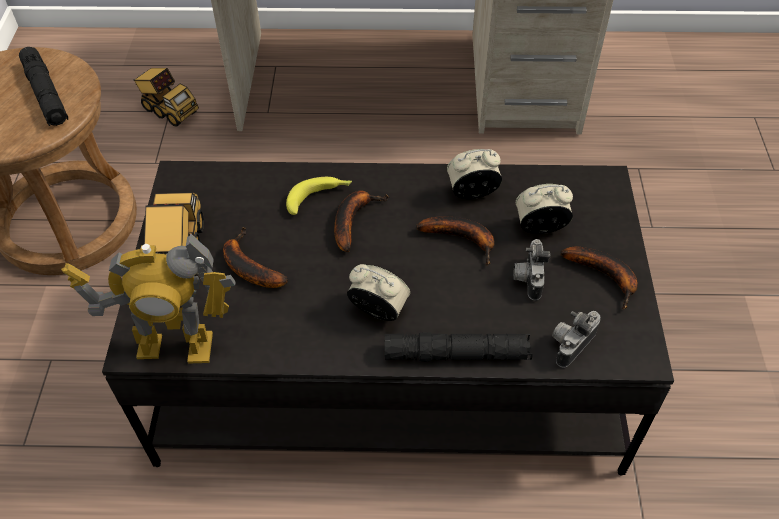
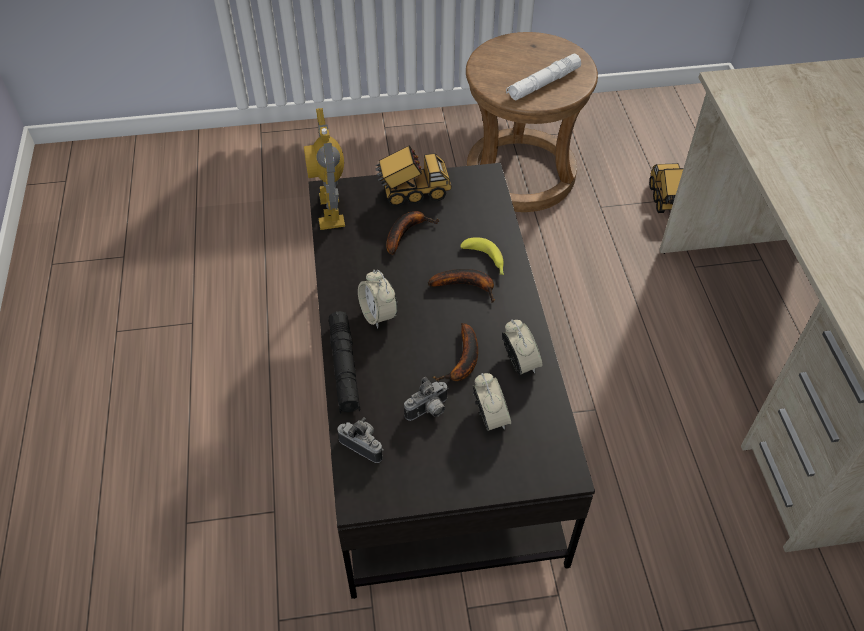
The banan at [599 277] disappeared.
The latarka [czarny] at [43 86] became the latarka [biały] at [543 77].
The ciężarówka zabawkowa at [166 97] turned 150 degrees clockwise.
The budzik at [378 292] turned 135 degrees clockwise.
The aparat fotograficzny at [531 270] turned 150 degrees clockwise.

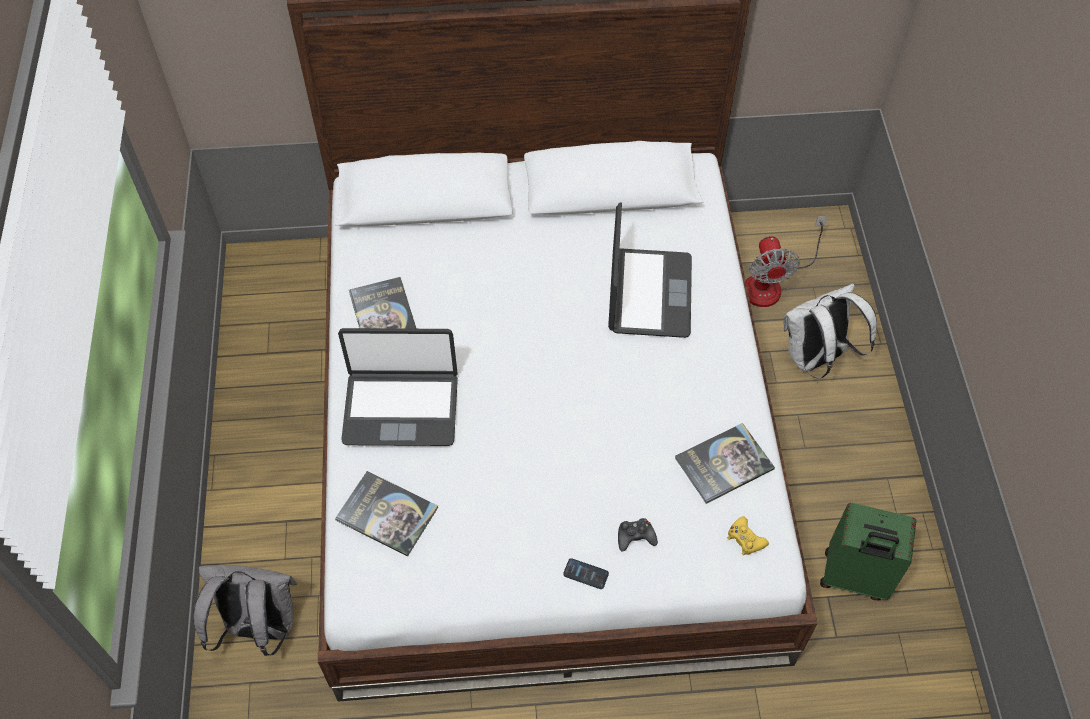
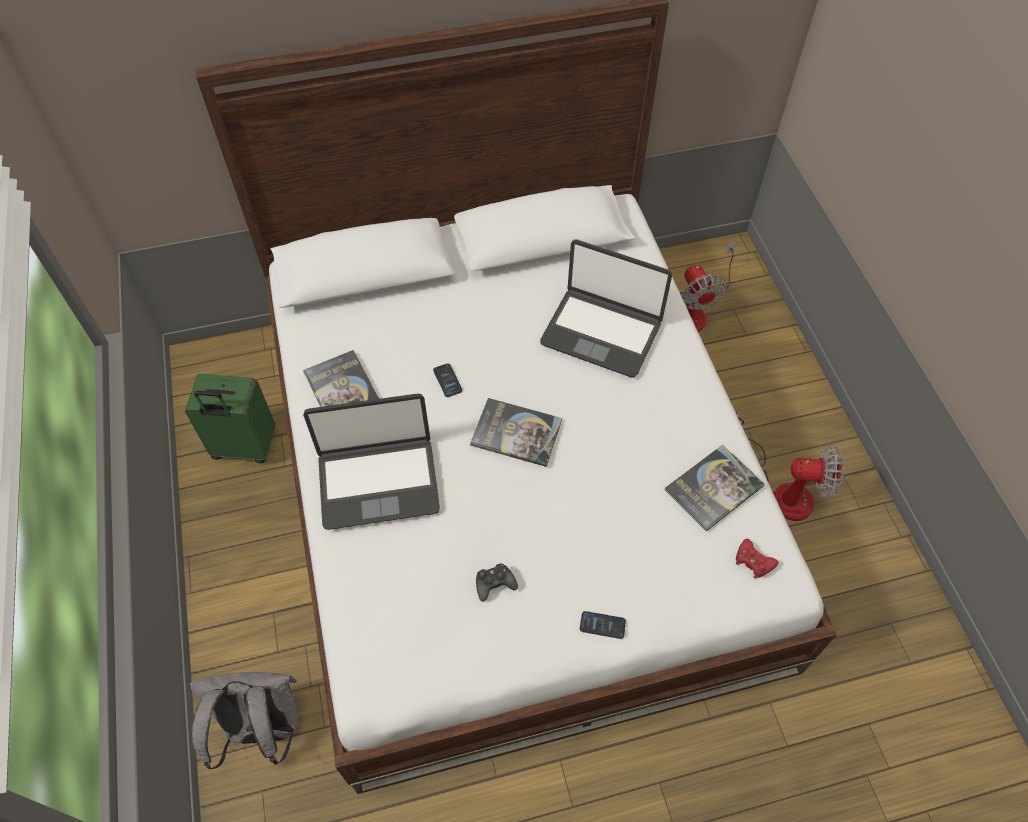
The plecak [biały] at [830 331] disappeared.
The telefon at [447 380] appeared.
The wentylator at [789 465] appeared.
The książka moved from [386 514] to [516 432].
The pad do gier [czarny] moved from [638 534] to [497 582].
The walizka [zielony] moved from [868 551] to [230 418].
The pad do gier [żółty] at [748 535] became the pad do gier [czerwony] at [757 559].
The laptop at [650 270] turned 120 degrees clockwise.

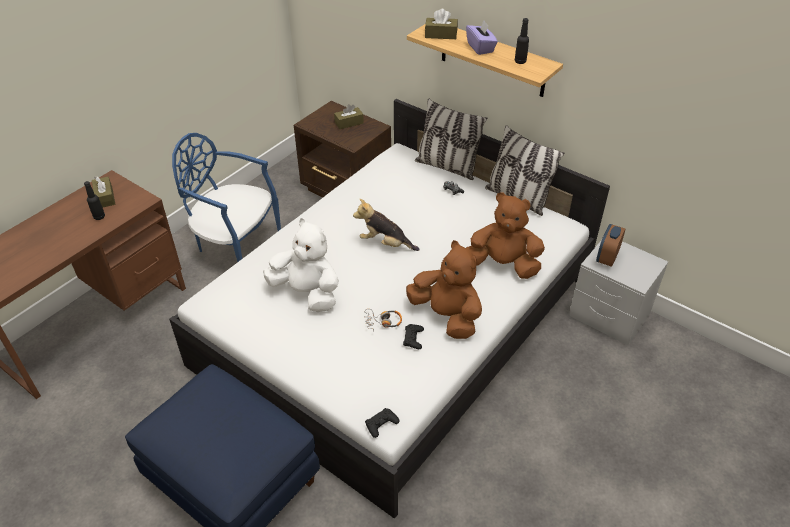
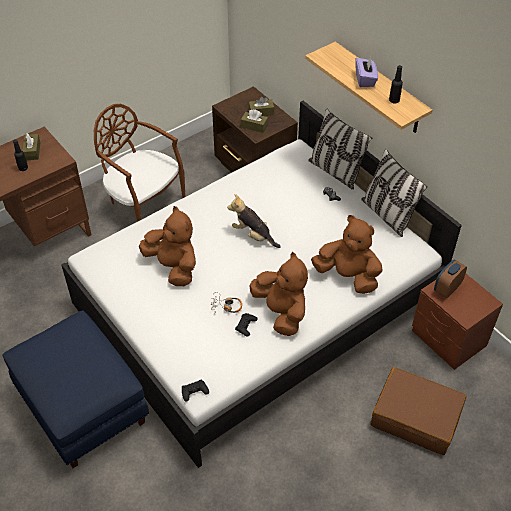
The walizka [brązowy] at [418 411] appeared.
The pudełko chusteczek [brązowy] moved from [441 24] to [254 121].
The krzesło [niebieski] at [226 197] became the krzesło [brązowy] at [139 163].
The pluszak [biały] at [300 265] became the pluszak [brązowy] at [167 246].
The szafka nocna [szary] at [619 292] became the szafka nocna [brązowy] at [457 322].

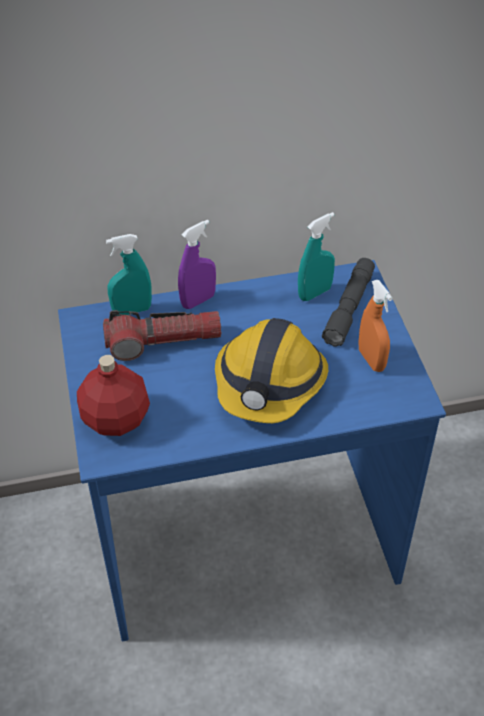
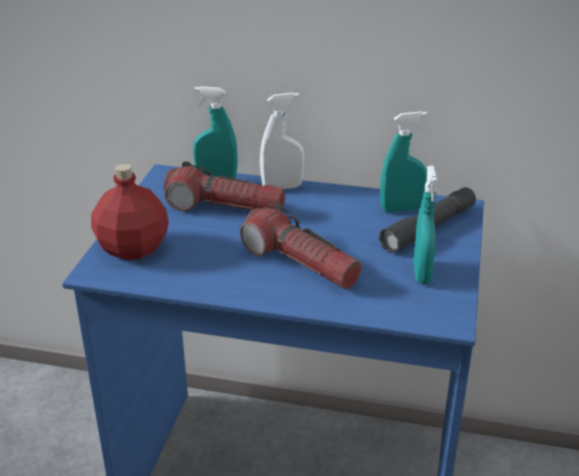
The kask at [271 370] was replaced by the latarka at [301 246].
The spryskiwacz [fioletowy] at [197 264] became the spryskiwacz [biały] at [282 141].
The spryskiwacz [pomarańczowy] at [375 326] became the spryskiwacz [turkusowy] at [425 225].

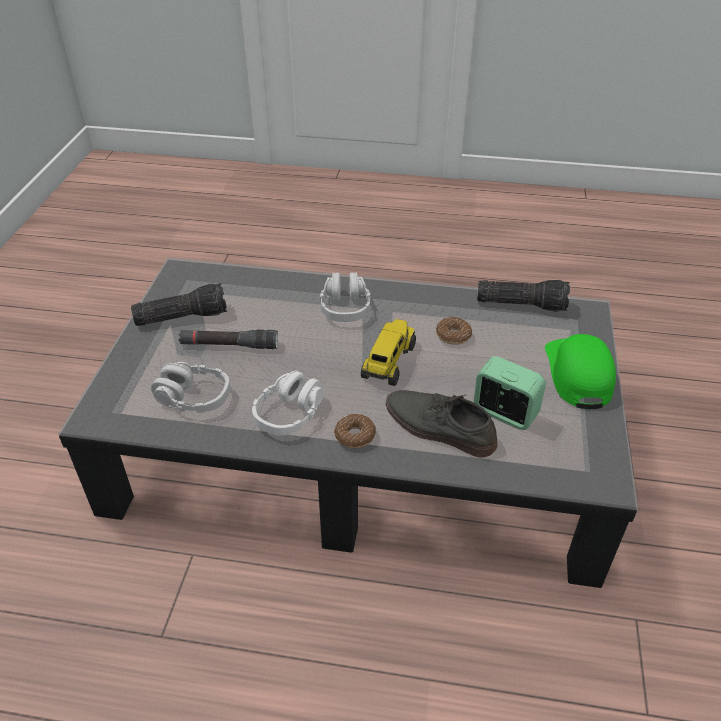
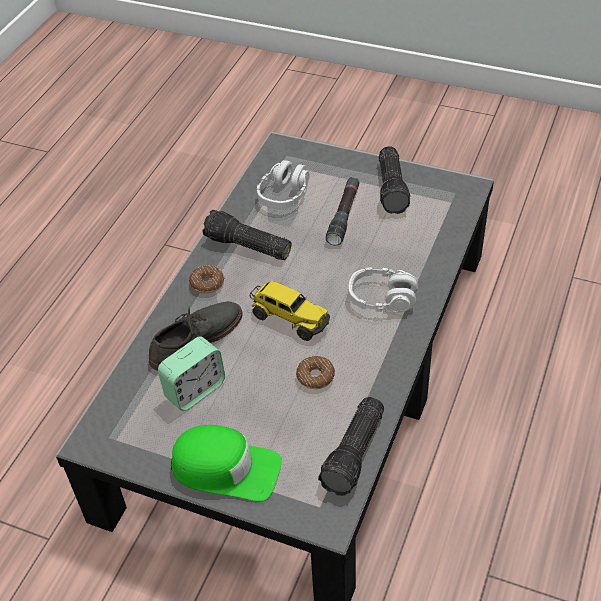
The słuchawki [biały] at [288 403] was replaced by the latarka at [247 235].

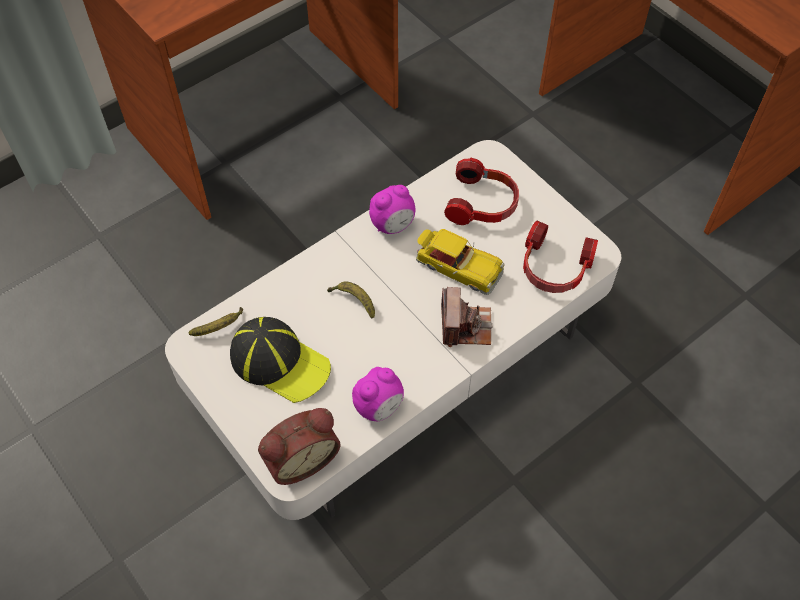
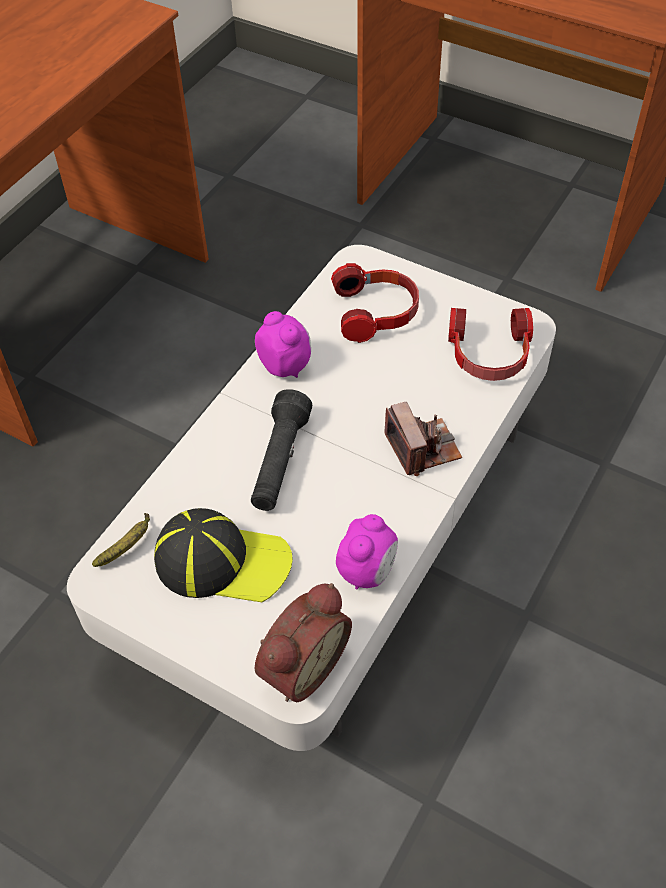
The samochodzik at [460 262] disappeared.
The banan at [351 300] was replaced by the latarka [czarny] at [281 450].
The budzik at [392 209] turned 75 degrees counterclockwise.

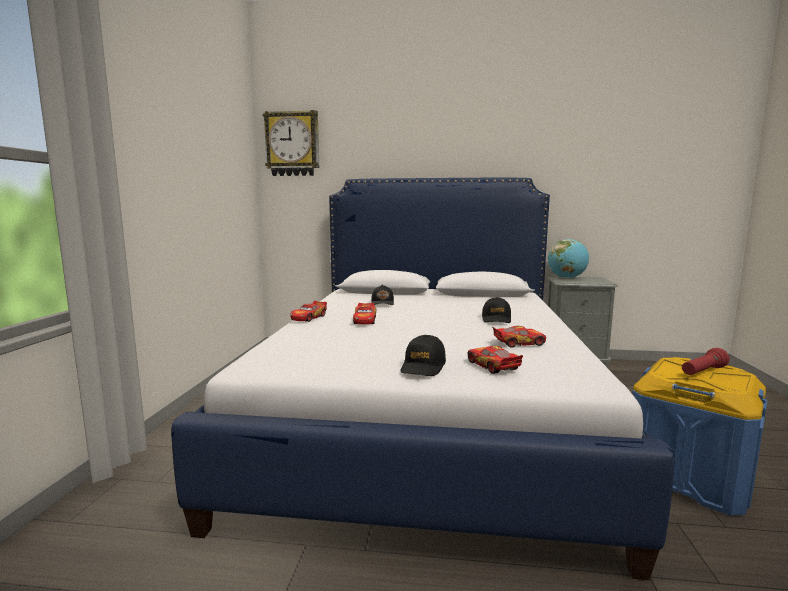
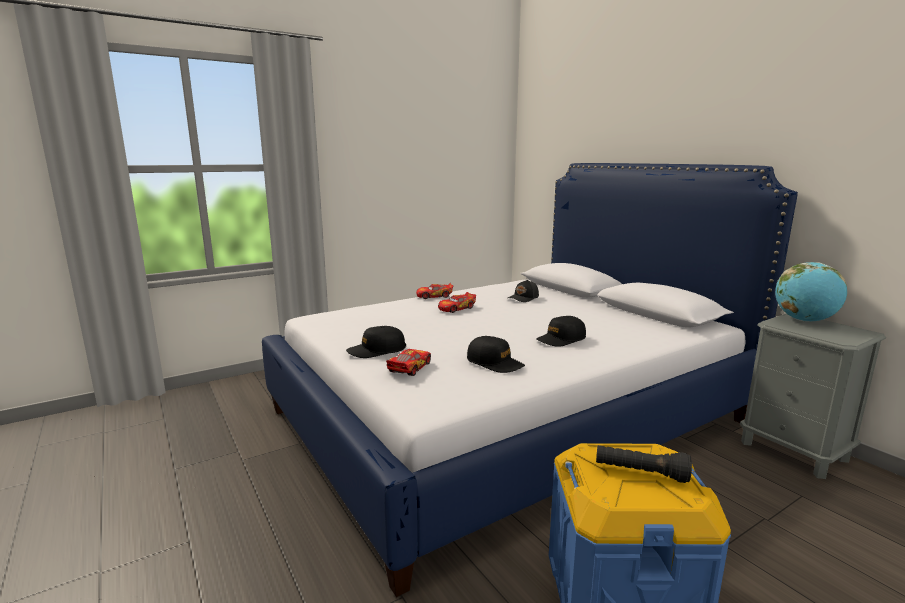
The zegar ścienny at [291 143] disappeared.
The samochodzik at [519 337] was replaced by the czapka z daszkiem [czarny] at [496 354].
The latarka [czerwony] at [705 361] became the latarka [czarny] at [644 464].

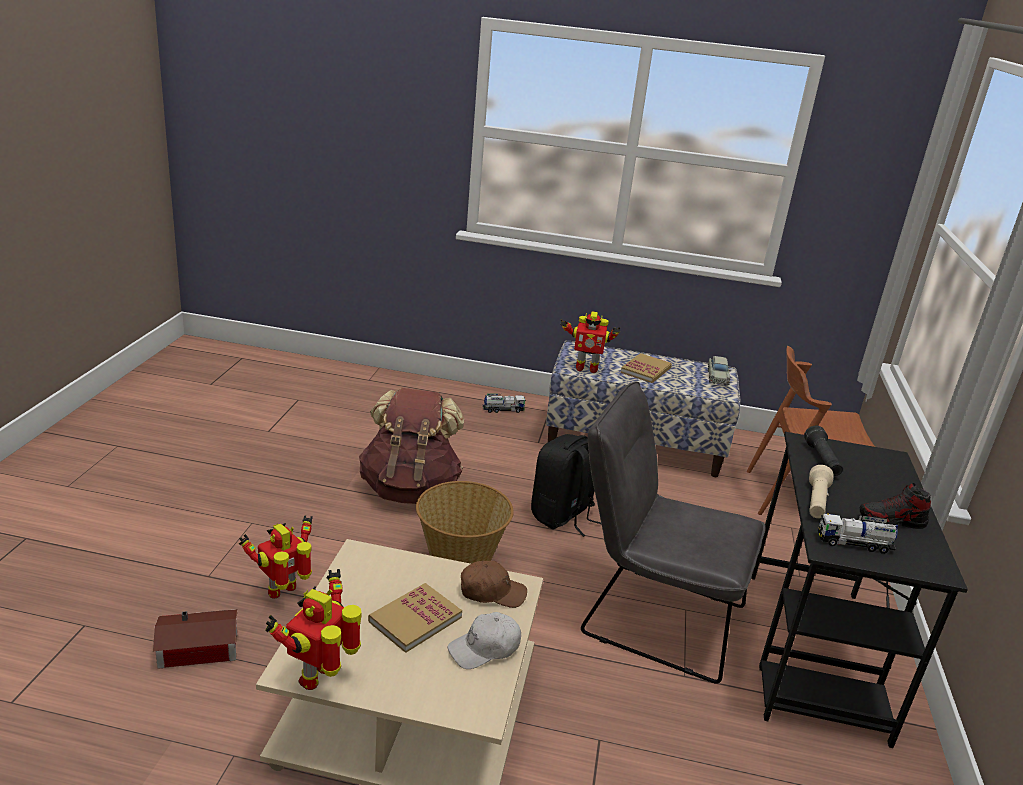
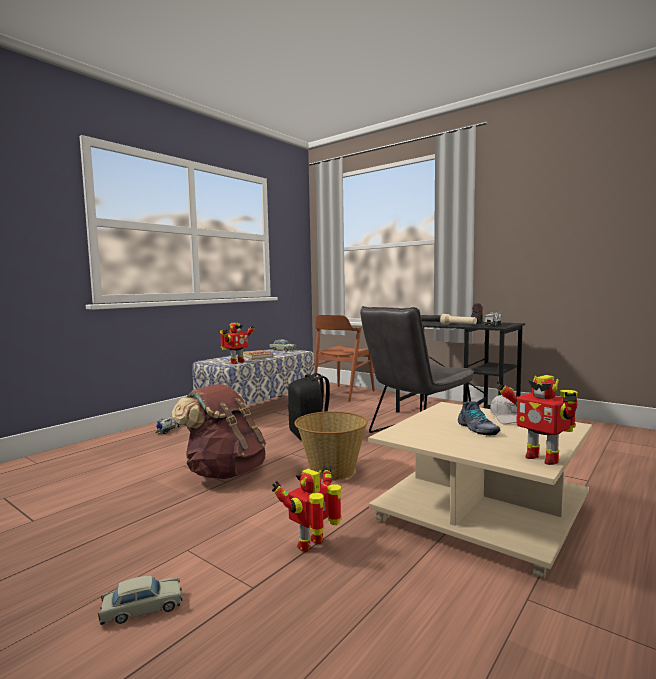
The domek at [195 639] disappeared.
The czapka z daszkiem [brązowy] at [494 584] disappeared.
The samochodzik [beżowy] at [140 600] appeared.
The książka at [415 618] was replaced by the but at [479 418].
The robot zabawkowy at [276 557] turned 60 degrees clockwise.

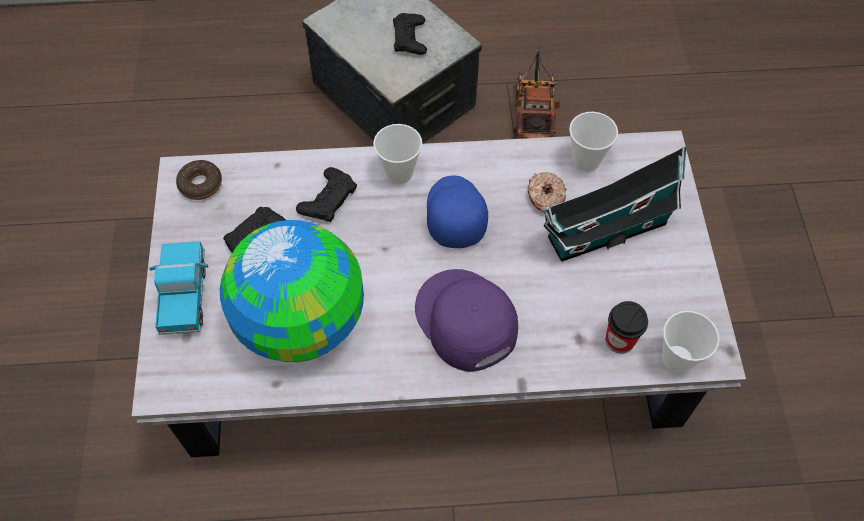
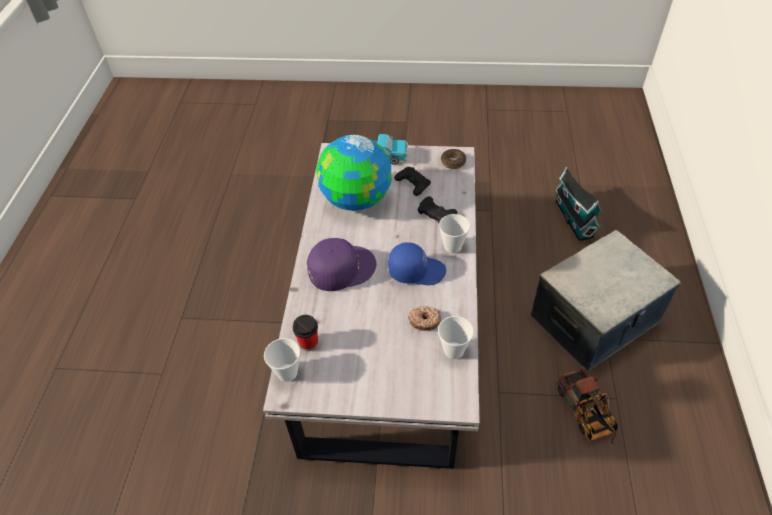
The pad do gier [czarny] at [410 34] disappeared.
The domek moved from [615 204] to [578 204].
The ciężarówka zabawkowa at [537 93] turned 60 degrees clockwise.

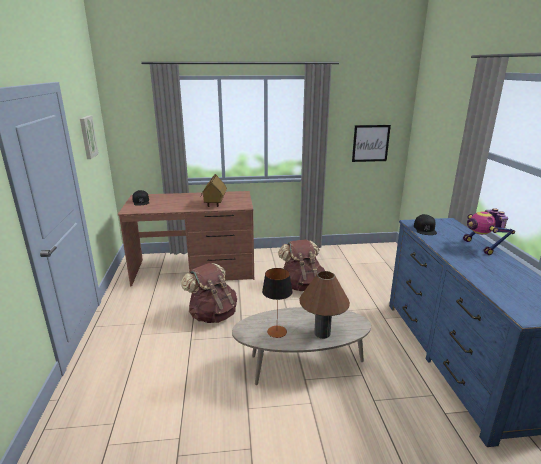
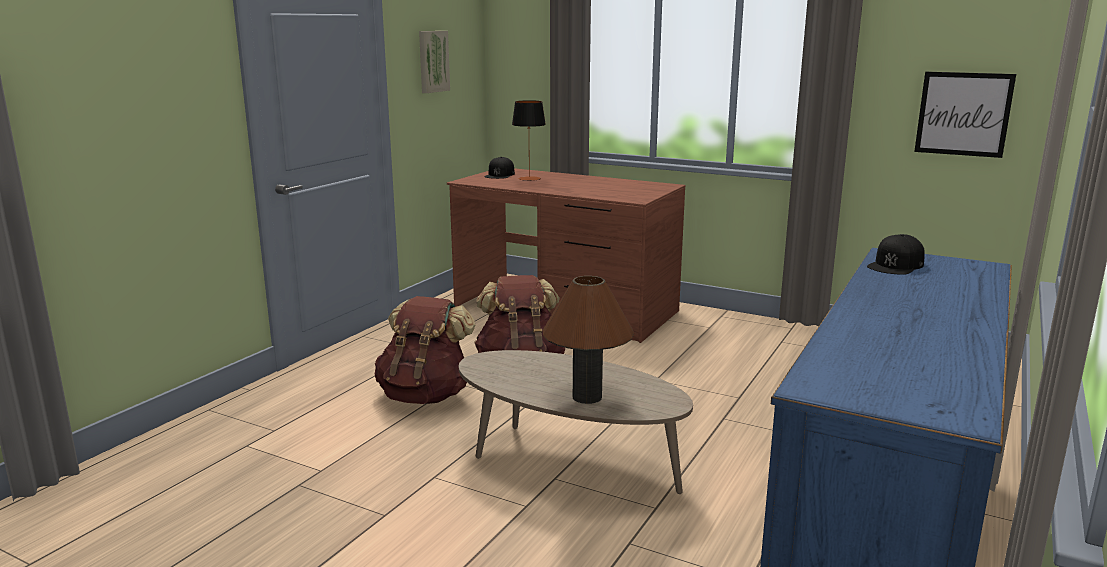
The domek at [213 190] disappeared.
The robot zabawkowy at [489 231] disappeared.
The lampa stołowa moved from [277 303] to [529 140].
The plecak [brązowy] moved from [301 265] to [425 350].

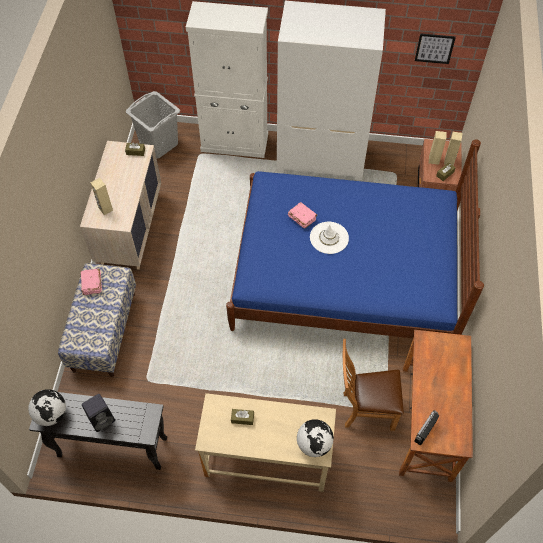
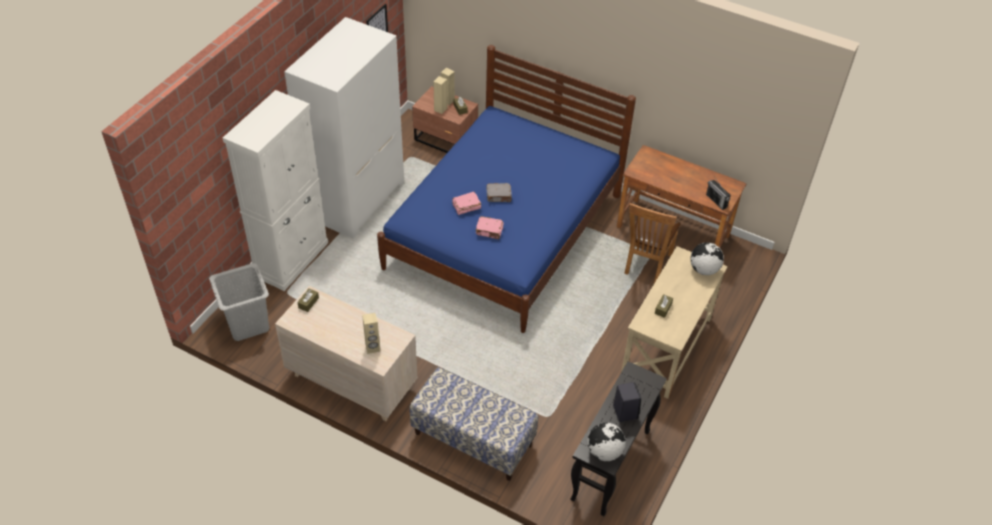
The książka [różowy] moved from [91 282] to [489 227].
The kapelusz [biały] at [329 238] was replaced by the książka [szary] at [499 192].

